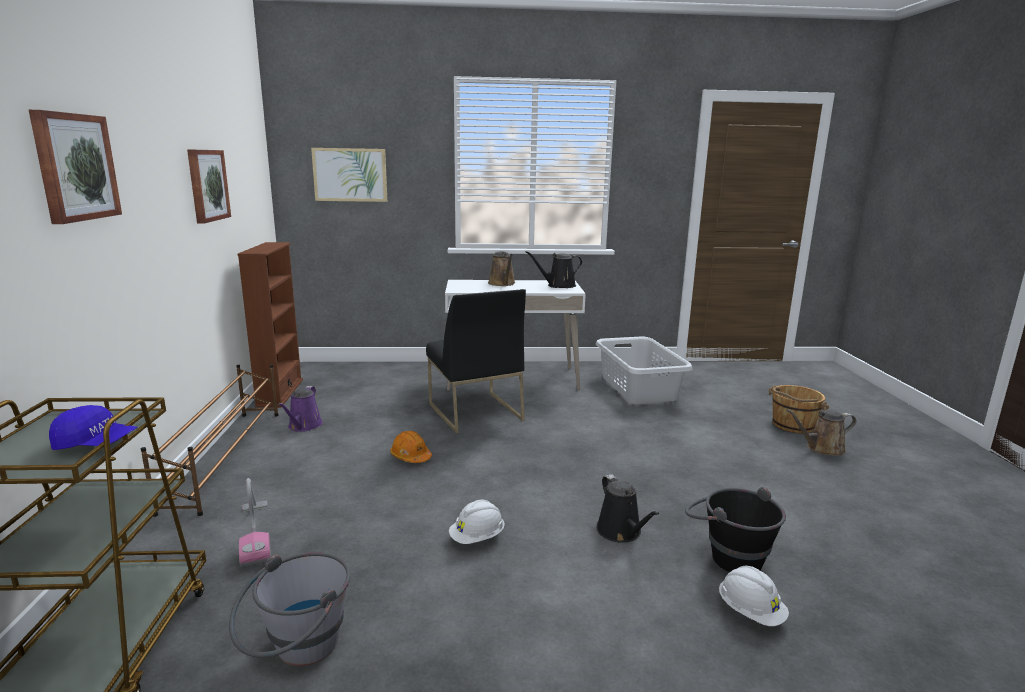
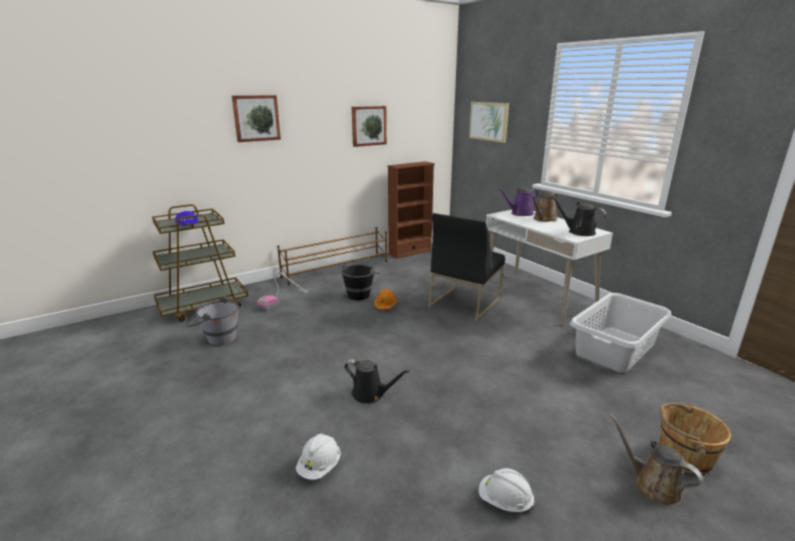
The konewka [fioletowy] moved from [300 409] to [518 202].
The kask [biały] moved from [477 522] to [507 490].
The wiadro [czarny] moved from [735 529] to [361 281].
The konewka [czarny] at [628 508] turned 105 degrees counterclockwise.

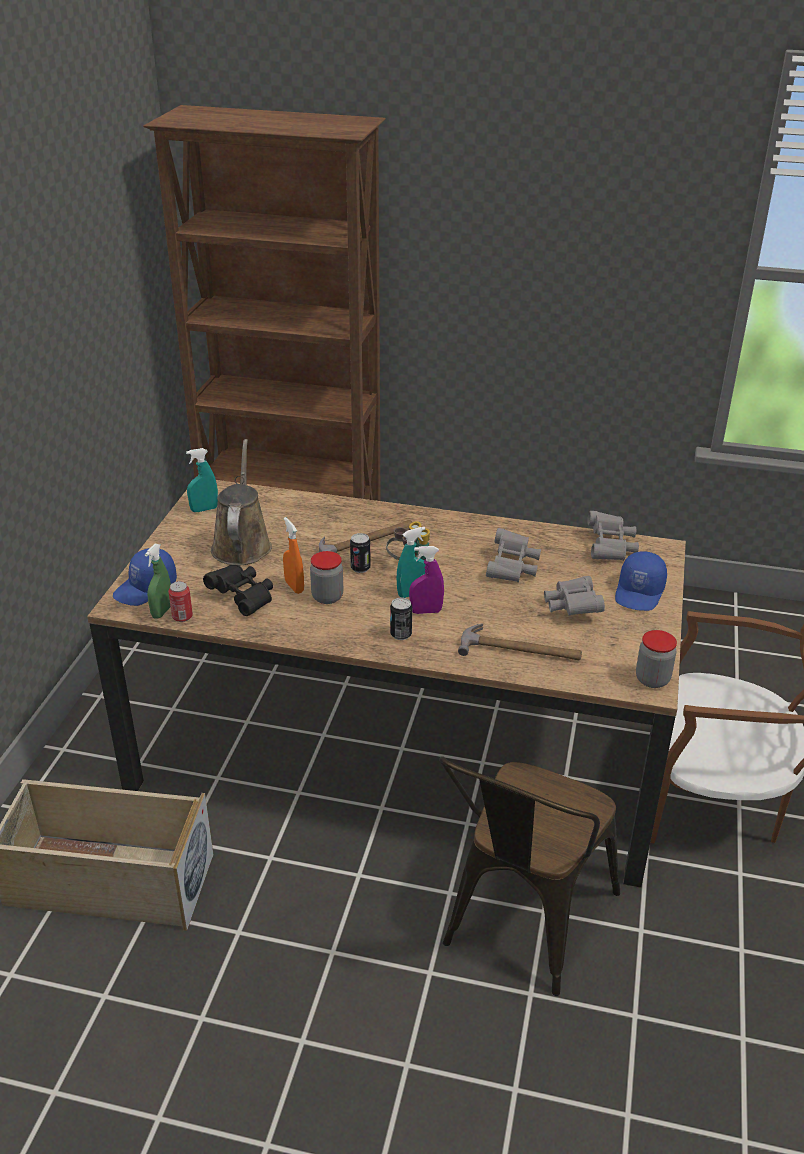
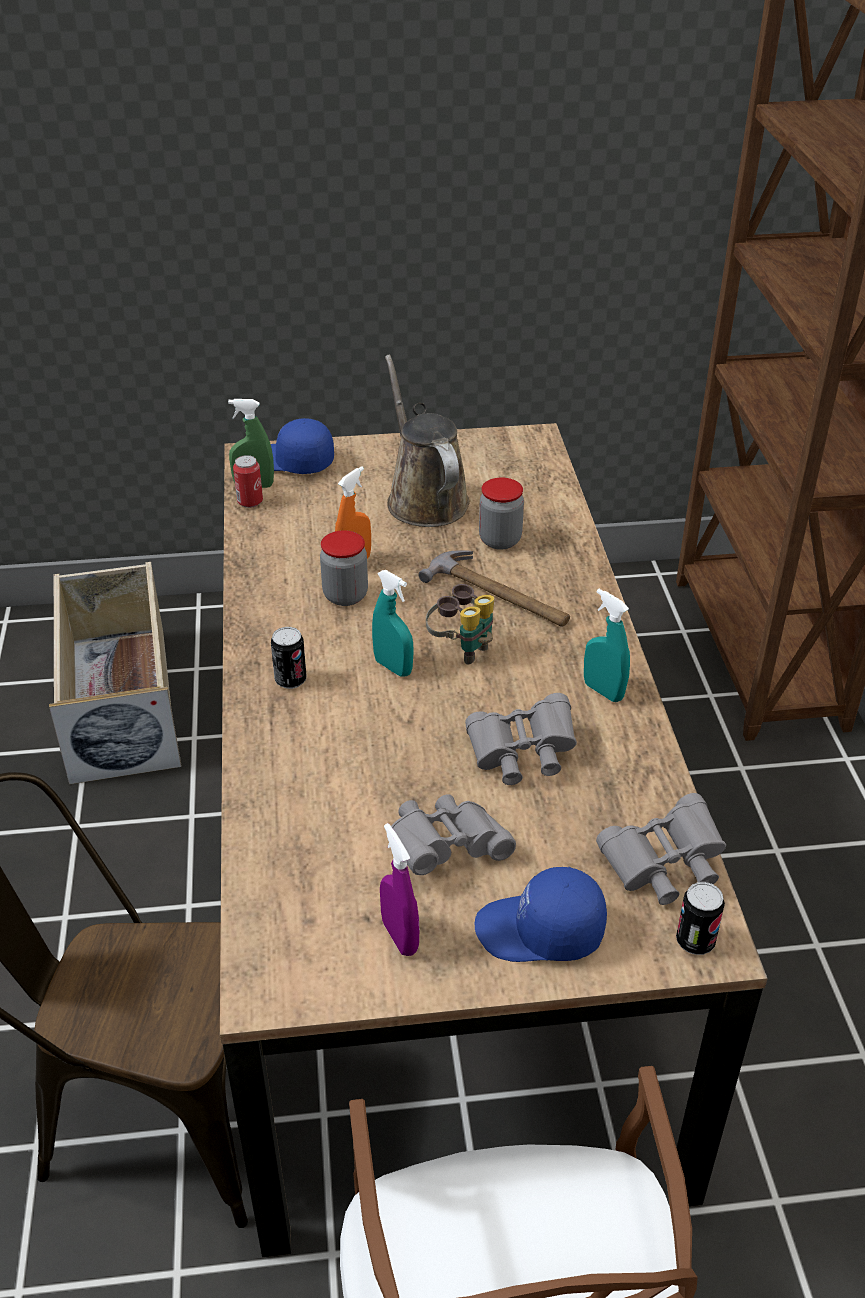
The lornetka [czarny] at [238 590] disappeared.
The młotek at [520 641] disappeared.
The spryskiwacz [turkusowy] moved from [202 480] to [607 645].
The puszka moved from [360 553] to [700 918].
The spryskiwacz [fioletowy] moved from [426 580] to [399 889].
The słoik moved from [656 659] to [501 514].
The konewka [brązowy] at [241 502] turned 90 degrees counterclockwise.

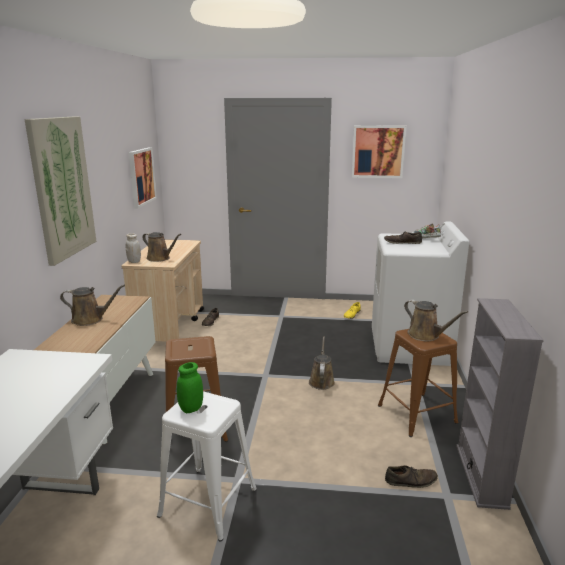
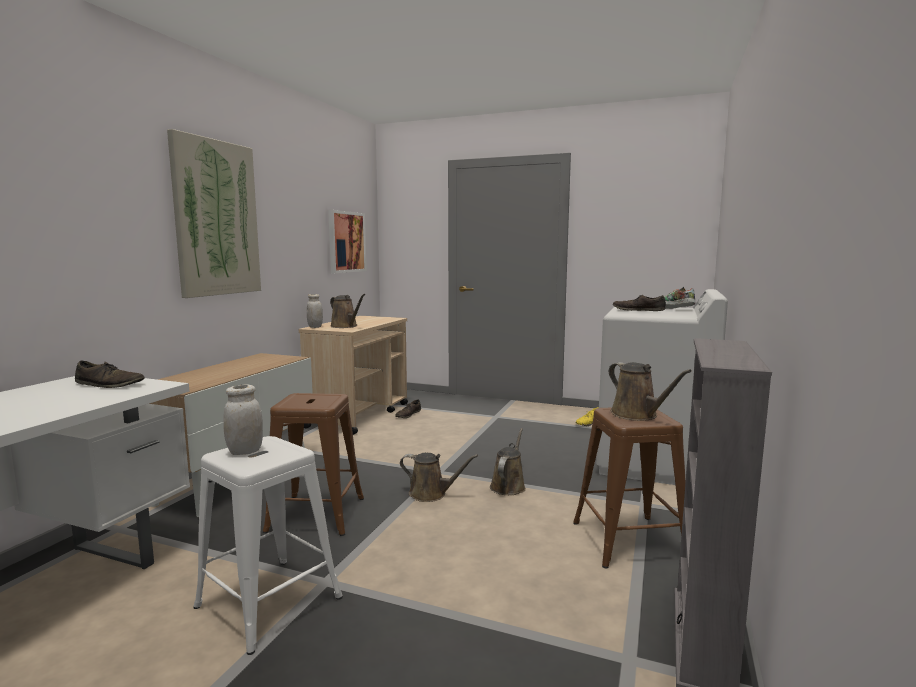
The obraz at [379 151] disappeared.
The konewka [brązowy] moved from [92 305] to [439 477].
The but [brązowy] moved from [411 476] to [110 374].
The słoik [zielony] at [190 387] became the słoik [biały] at [243 420].

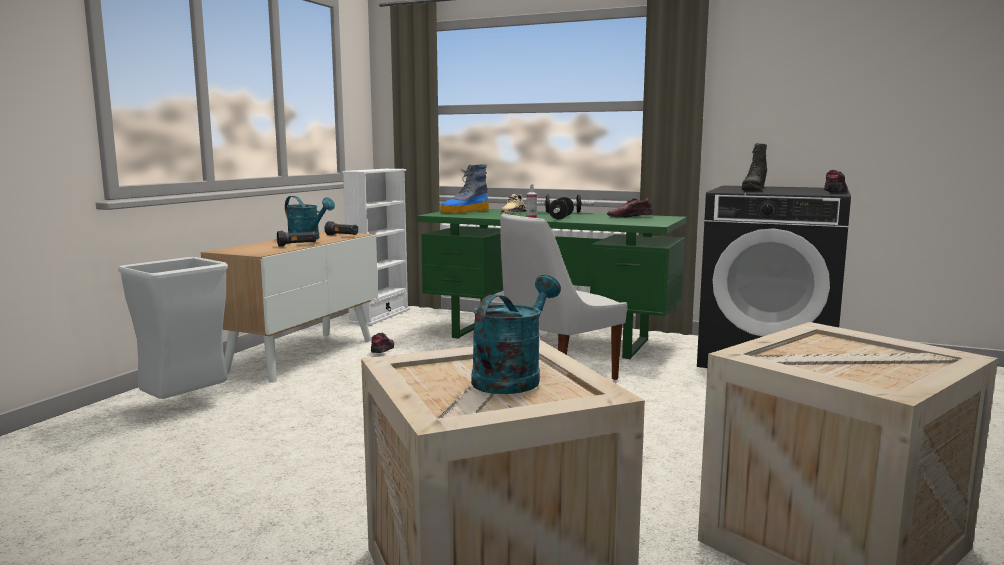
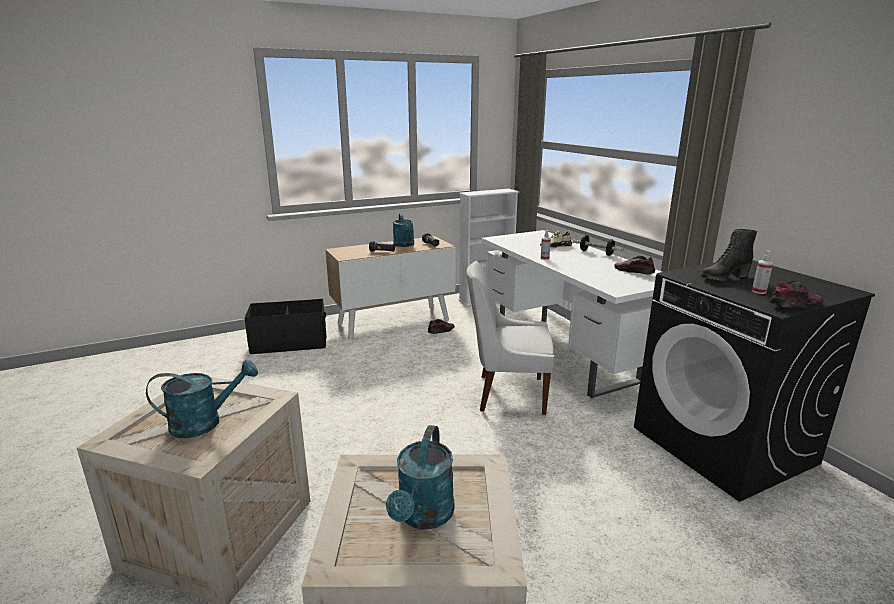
The but z cholewką at [464 189] disappeared.
The hantel at [561 208] disappeared.
The konewka [turkusowy] at [420 477] appeared.
The spryskiwacz at [762 272] appeared.
The kosz na śmieci [szary] at [173 328] was replaced by the pojemnik do przechowywania [czarny] at [286 327].
The biurko [zielony] at [552 284] became the biurko [biały] at [571 314].

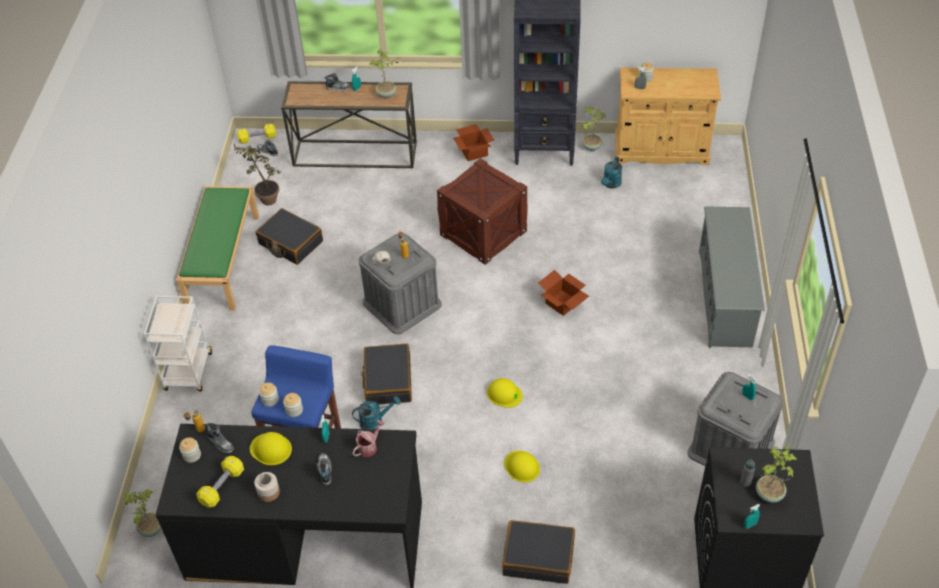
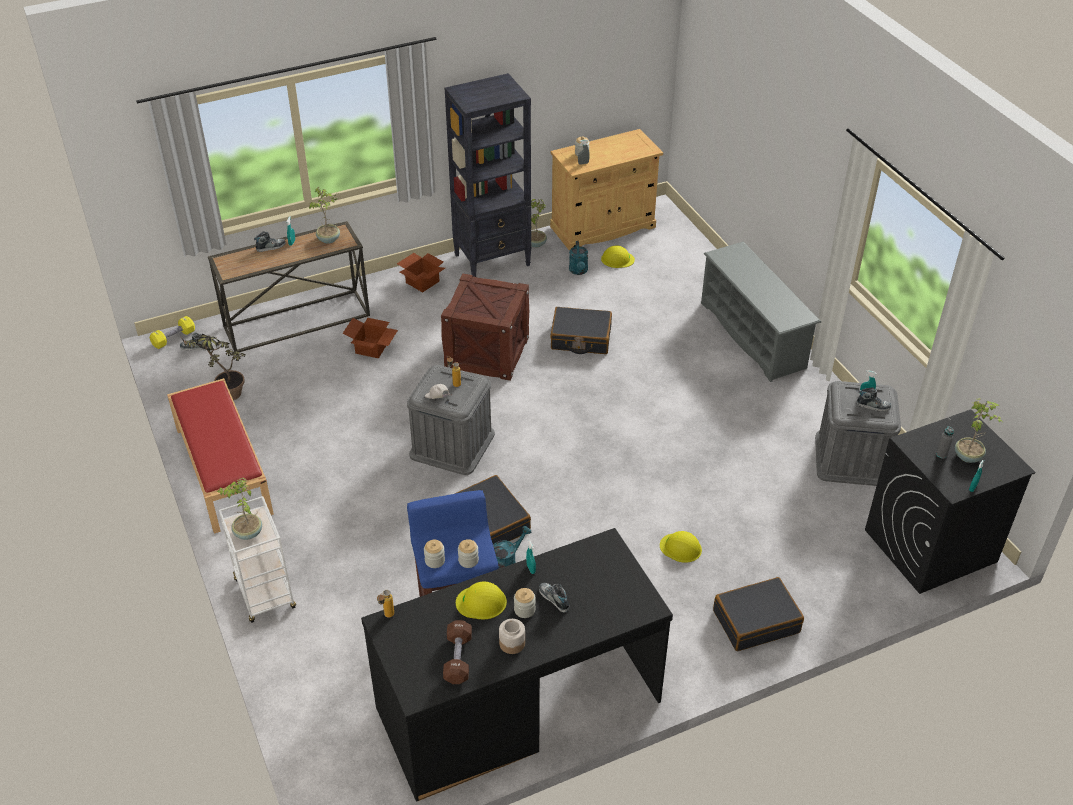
The konewka at [368 438] disappeared.
The roślina doniczkowa moved from [142 513] to [239 509].
The słoik moved from [190 450] to [525 603].
The but moved from [220 438] to [874 399].
The walizka [czarny] moved from [289 236] to [581 330].
The kask [żółty] moved from [505 393] to [618 256].
The karton moved from [563 293] to [370 338].
The ławka [zielony] at [217 248] became the ławka [czerwony] at [220 456].
The hantel [żółty] at [220 481] became the hantel [brązowy] at [457 652].

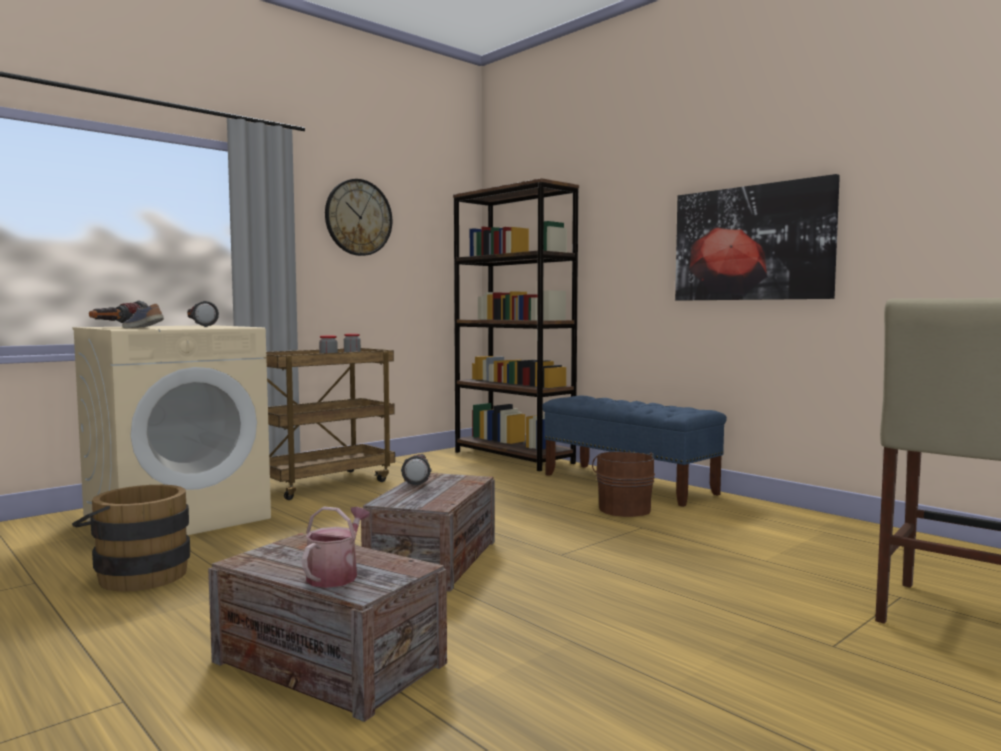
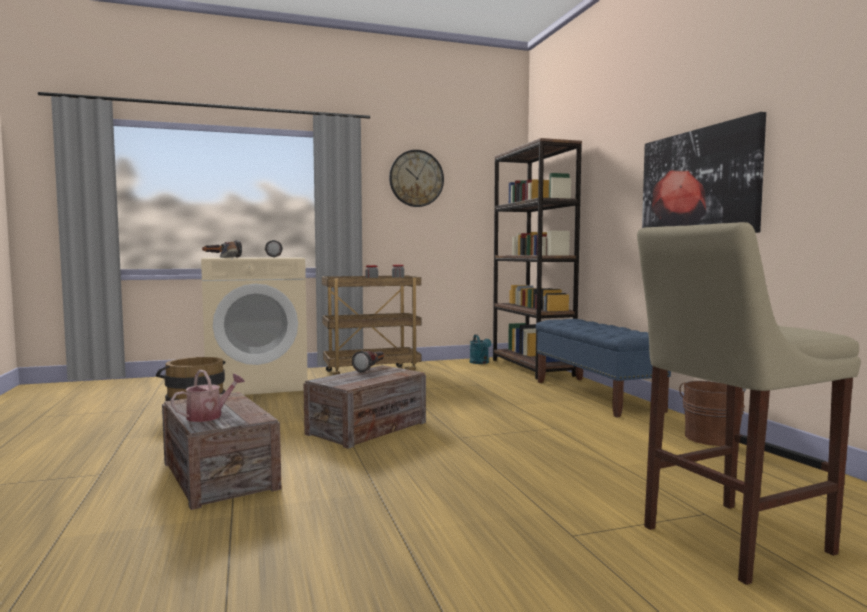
The konewka [turkusowy] at [480 349] appeared.
The wiadro [brązowy] moved from [623 484] to [712 413].

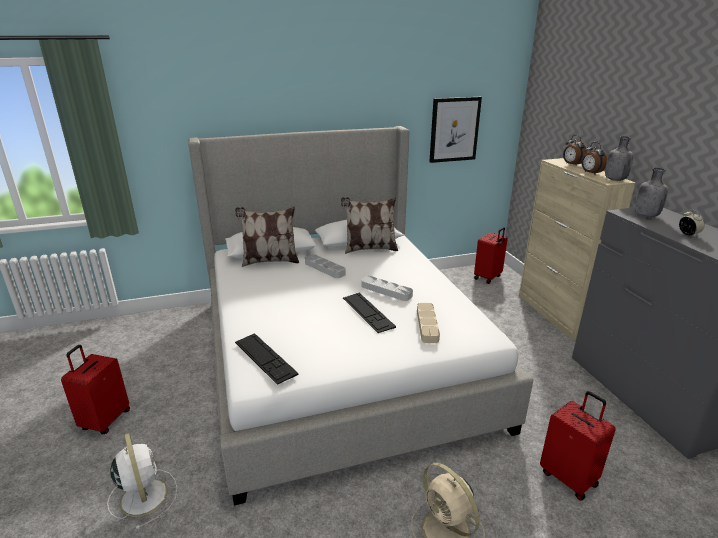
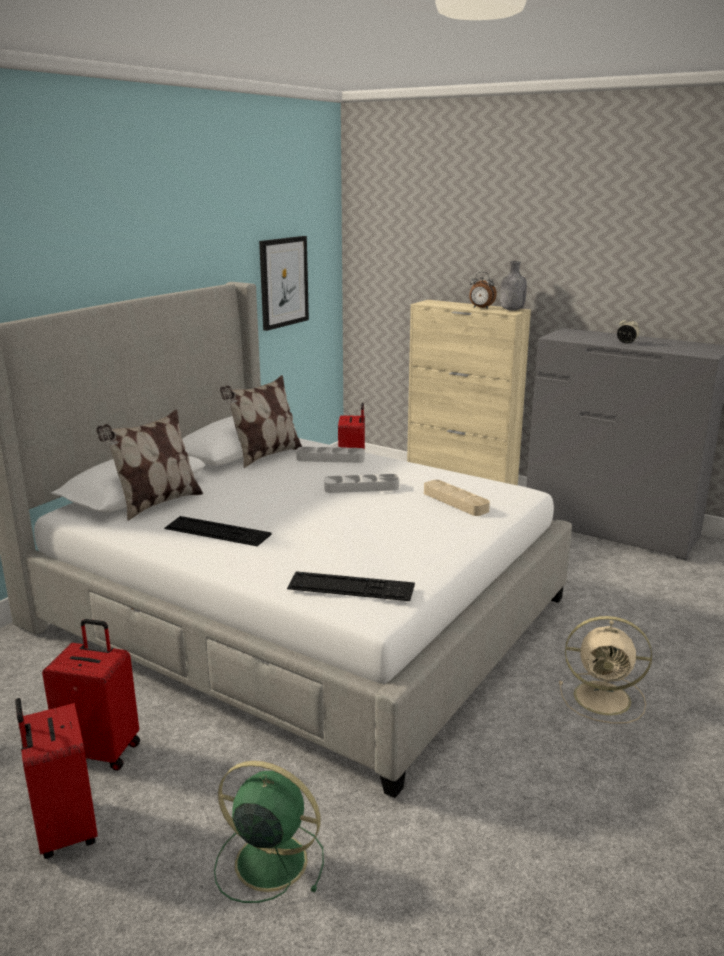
The budzik at [575 150] disappeared.
The butelka [szary] at [651 192] disappeared.
The taca [szary] moved from [325 266] to [330 455].
The klawiatura moved from [369 313] to [217 531].
The walizka [czerwony] moved from [578 446] to [91 695].
The wentylator [biały] at [142 481] became the wentylator [zielony] at [269 832].

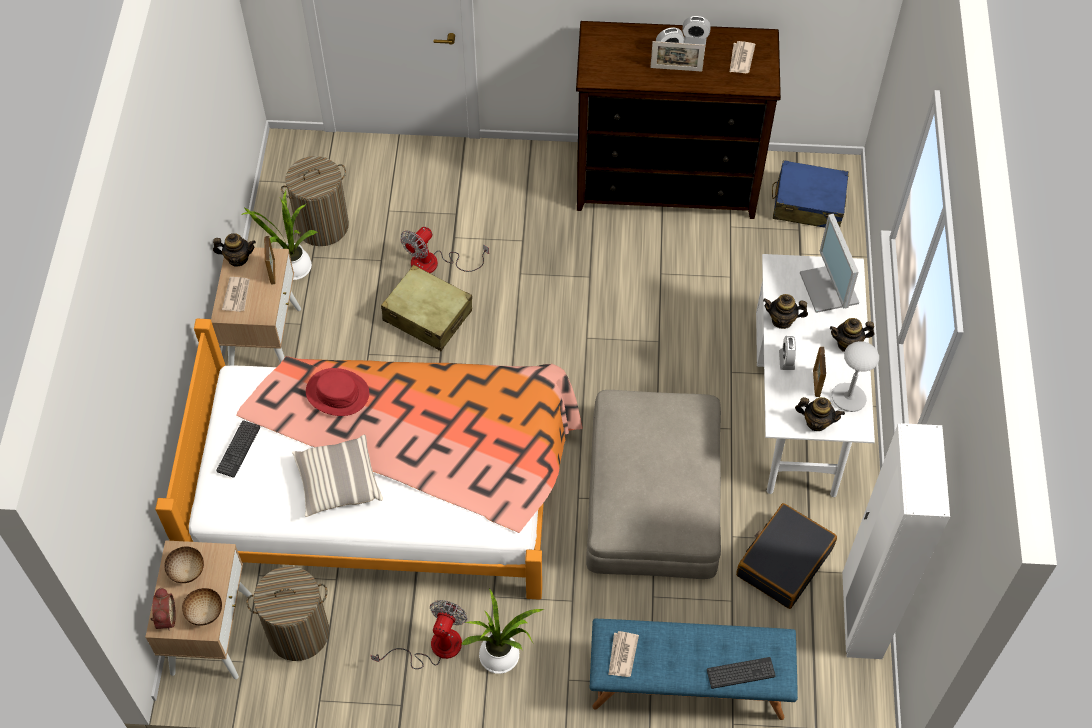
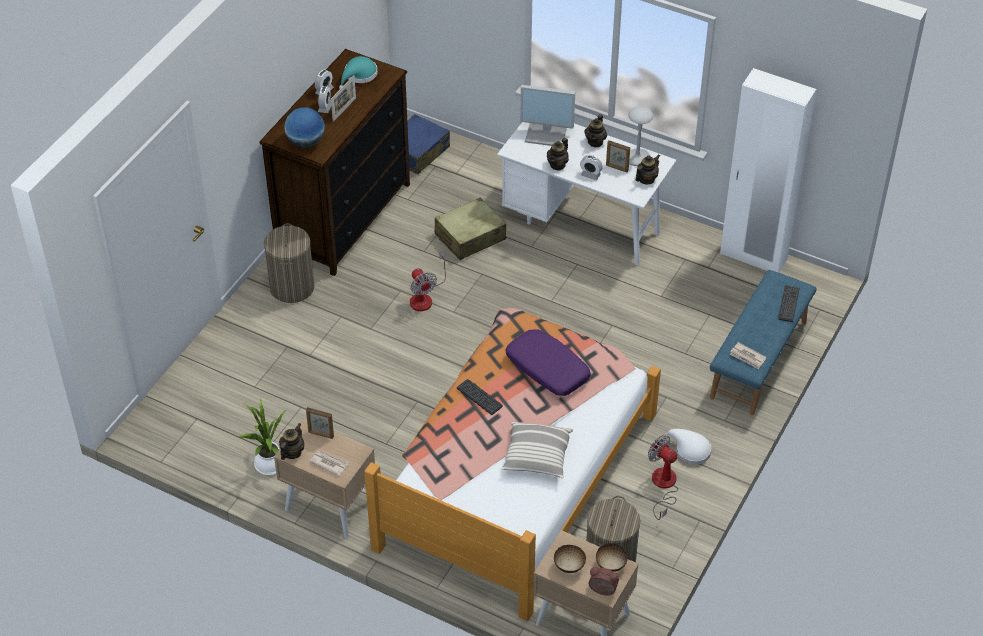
The kapelusz [czerwony] at [337 392] disappeared.
The pufa [beżowy] at [653 484] disappeared.
The walizka [czarny] at [786 556] disappeared.
The globus at [304 127] appeared.
The poduszka [fioletowy] at [548 362] appeared.
The klawiatura moved from [238 449] to [480 397].
The kosz na pranie moved from [315 201] to [289 263].
The walizka [beżowy] moved from [426 308] to [470 229].
The wentylator moved from [444 250] to [428 281].
The roślina doniczkowa at [503 631] was replaced by the kapelusz [biały] at [687 447].
The gazeta at [742 57] was replaced by the kapelusz [turkusowy] at [358 72].

